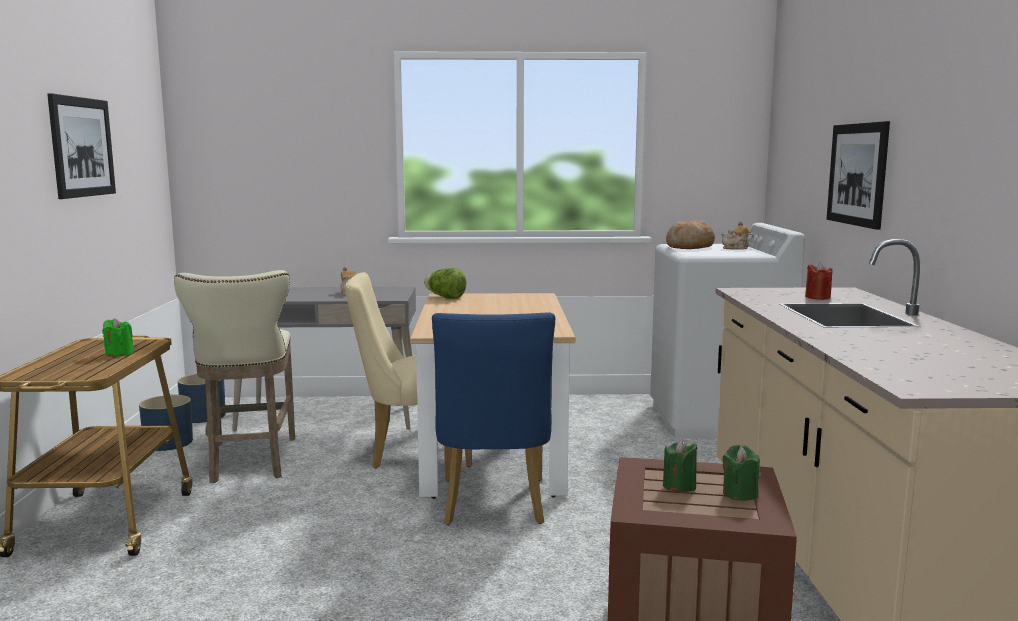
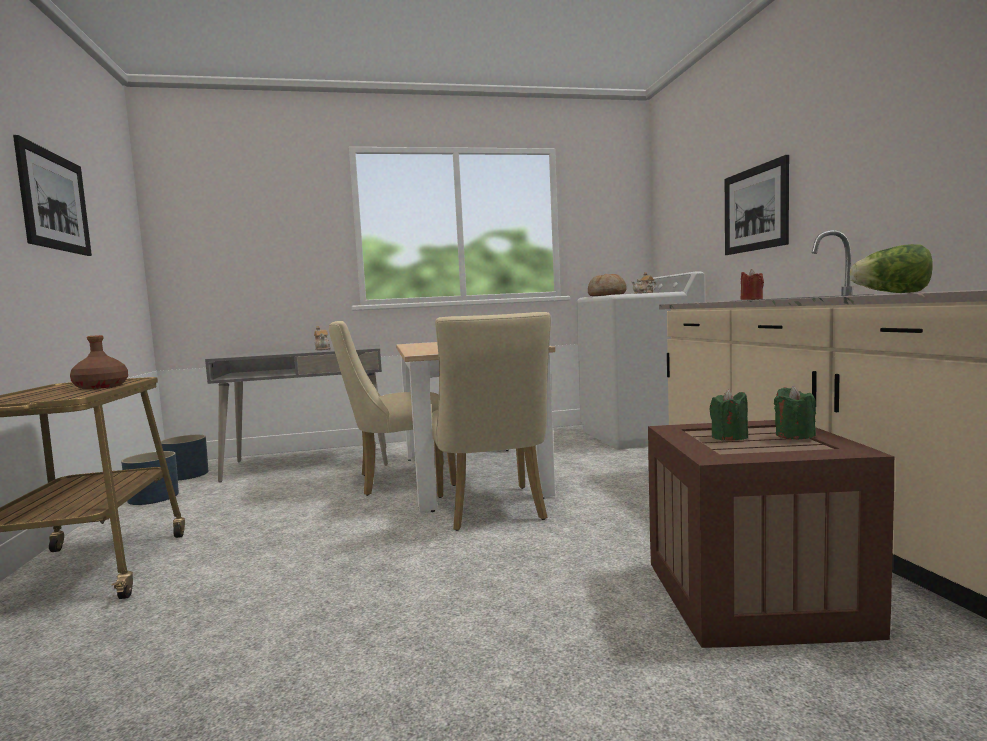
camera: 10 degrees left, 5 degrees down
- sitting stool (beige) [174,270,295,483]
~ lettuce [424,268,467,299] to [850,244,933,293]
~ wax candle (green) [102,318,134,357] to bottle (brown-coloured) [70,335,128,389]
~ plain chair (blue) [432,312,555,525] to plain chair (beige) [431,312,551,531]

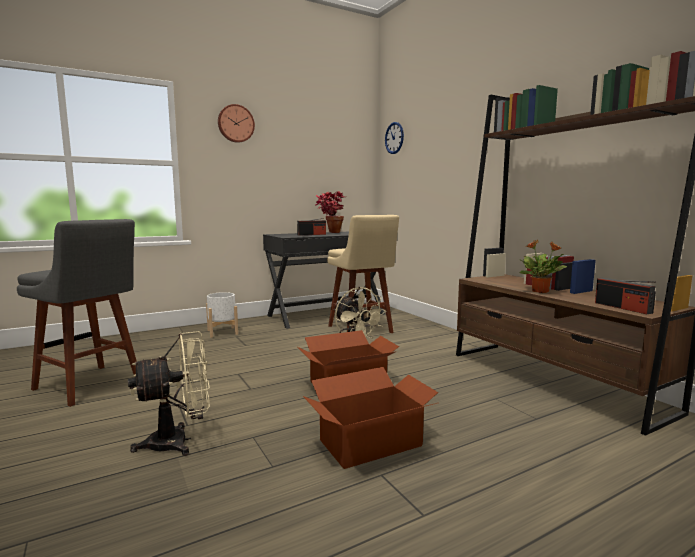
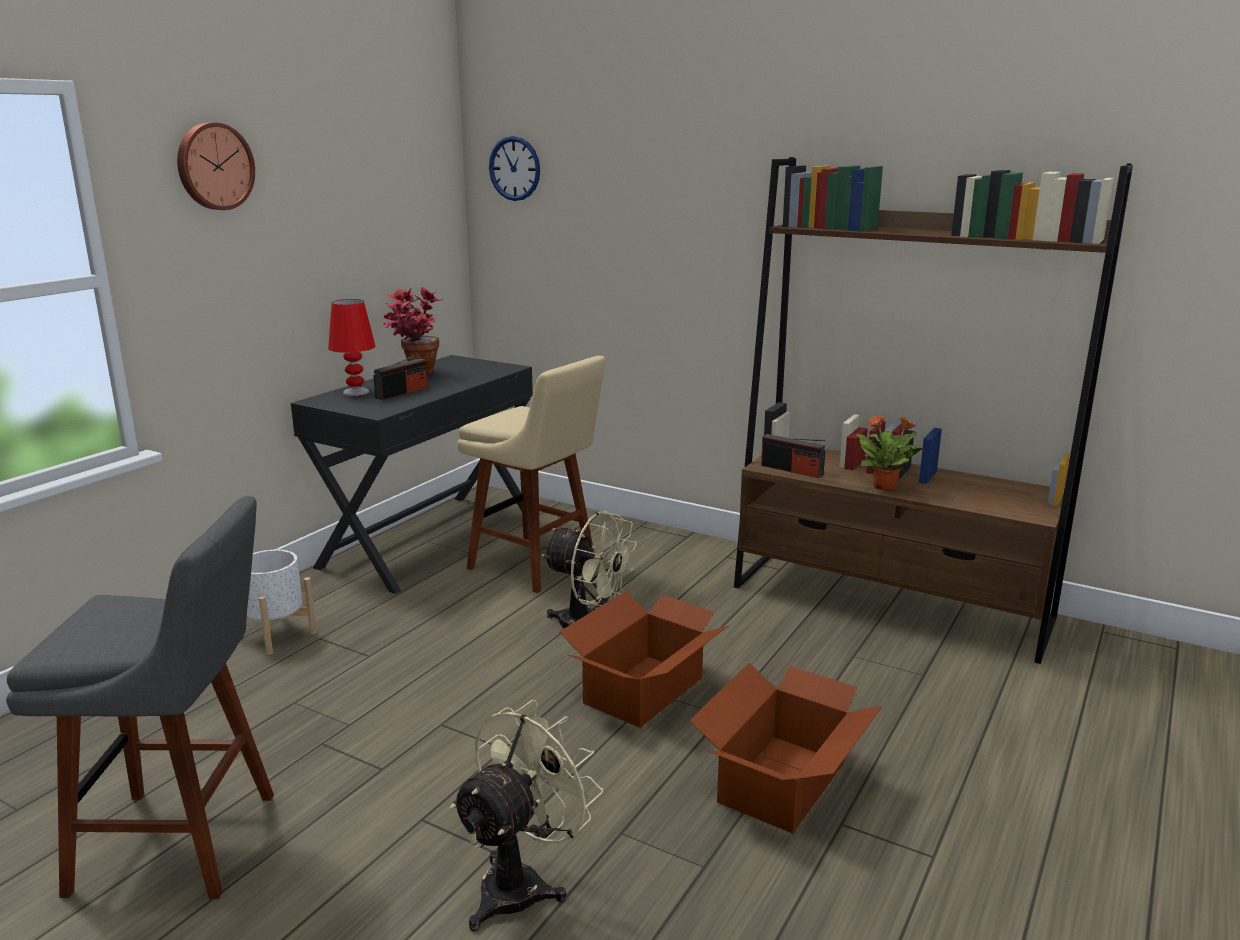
camera: 30 degrees left, 10 degrees up
+ table lamp (red) [328,299,376,396]
~ radio set [595,278,656,314] to [761,434,825,478]

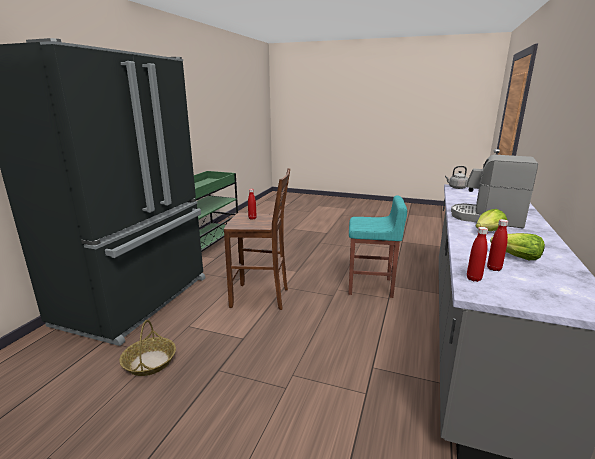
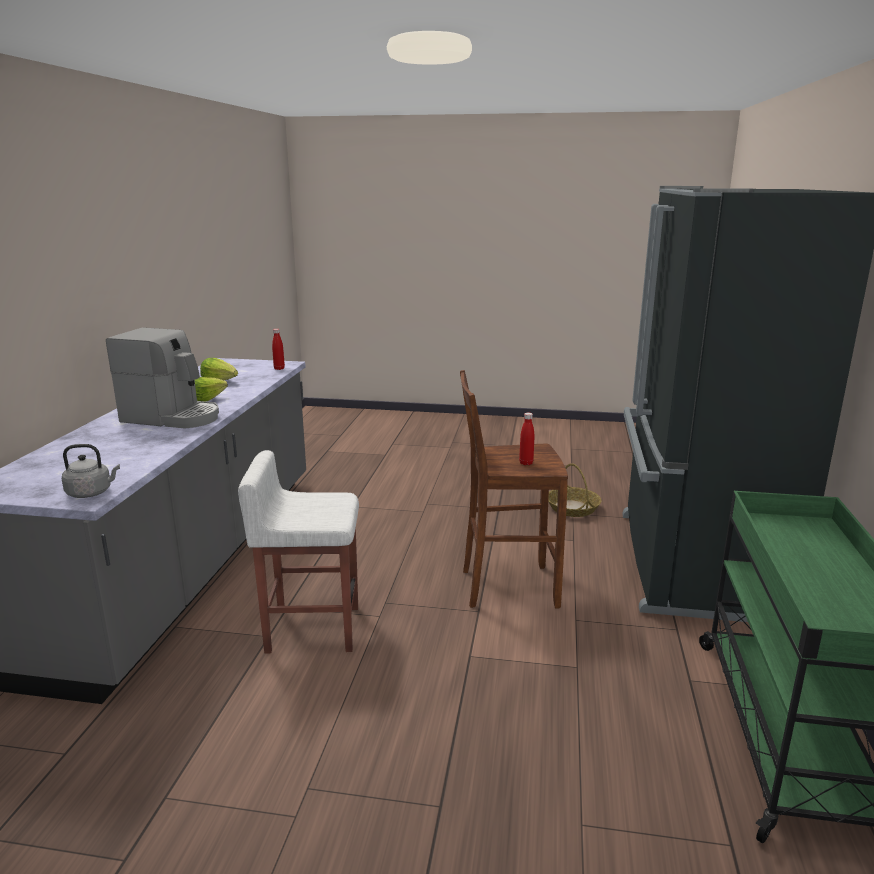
camera: 170 degrees right, 0 degrees up
- bottle (red) [487,219,508,271]
~ sitting stool (blue-green) [348,196,407,298] to sitting stool (white) [238,450,359,653]

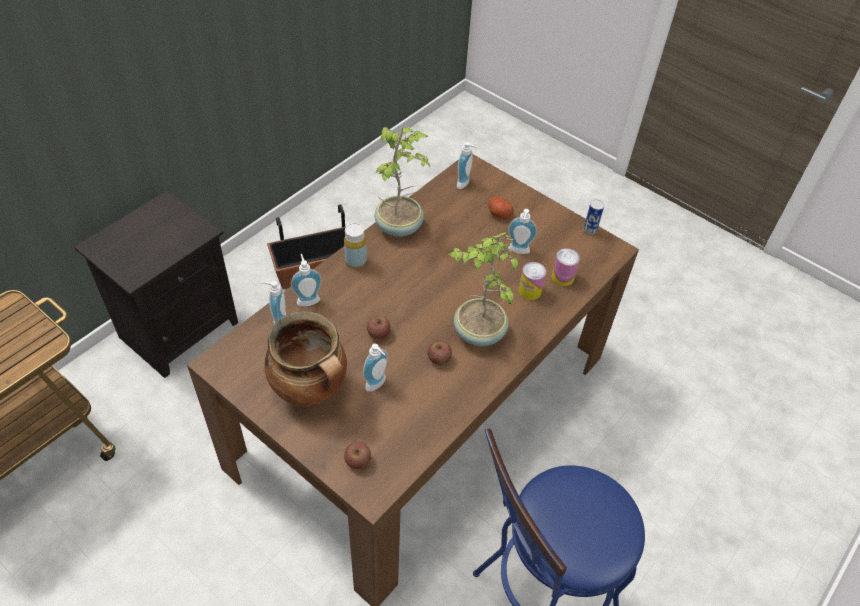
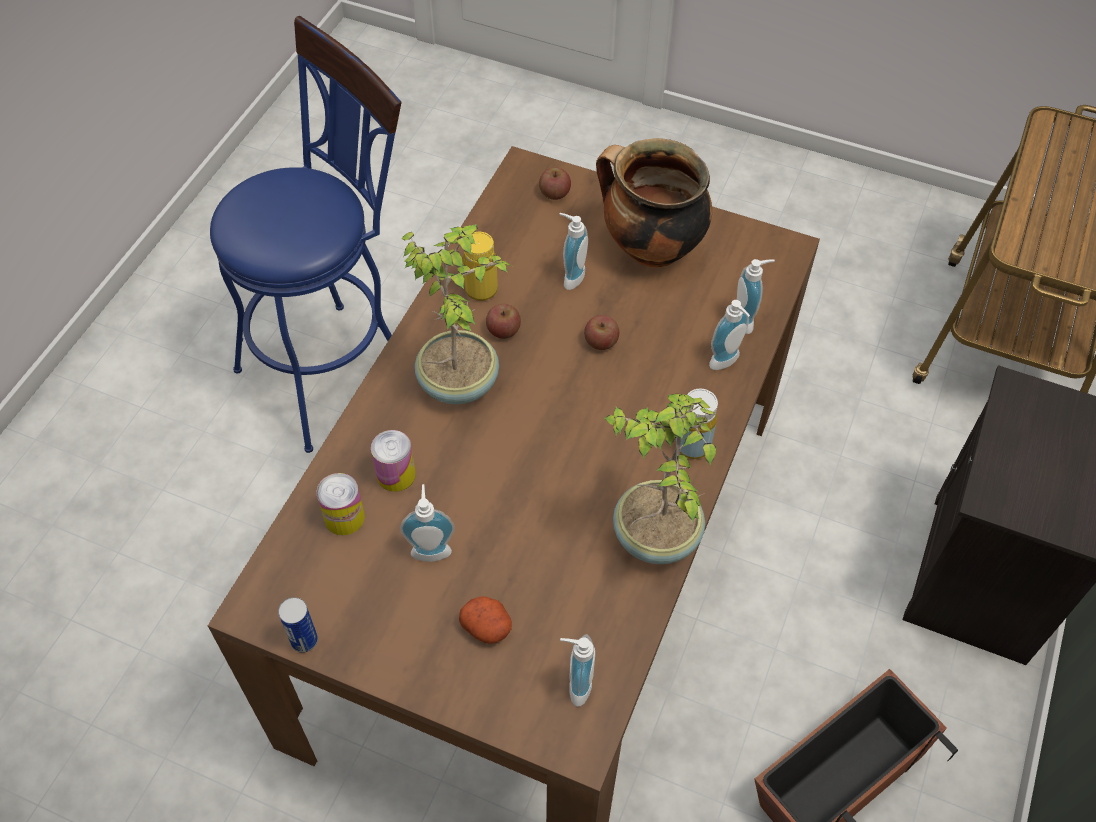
camera: 165 degrees right, 5 degrees up
+ bottle (yellow-coloured) [463,232,498,301]

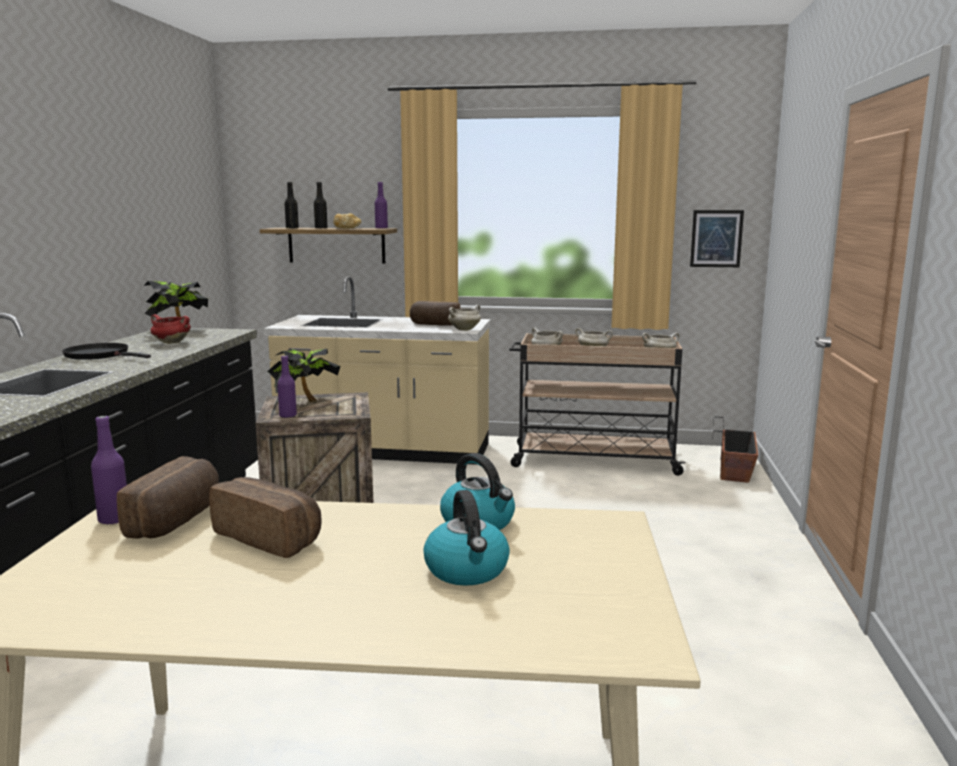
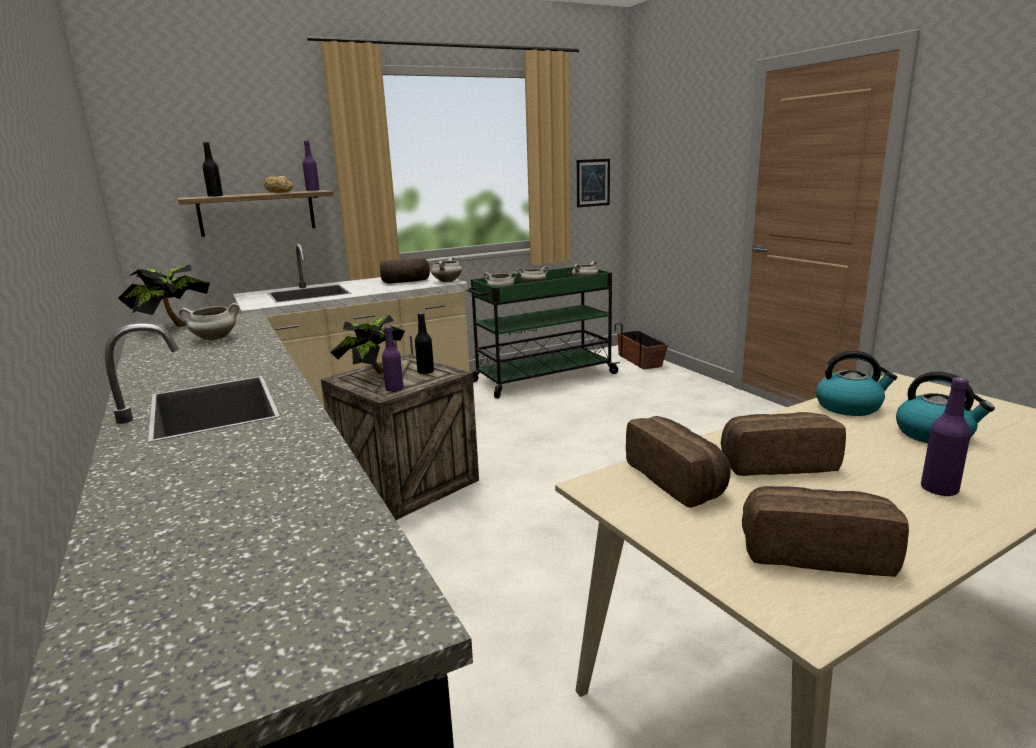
camera: 35 degrees left, 5 degrees up
- frying pan (black) [62,343,151,360]
+ bread [742,486,909,577]
~ bottle (purple-coloured) [91,416,127,525] to [921,377,971,496]
~ bottle (black) [314,182,328,228] to [415,313,434,374]
~ saucepot (red) [150,314,191,344] to saucepot (white) [179,303,239,341]
~ cart (beige) [509,333,686,476] to cart (green) [466,267,620,398]

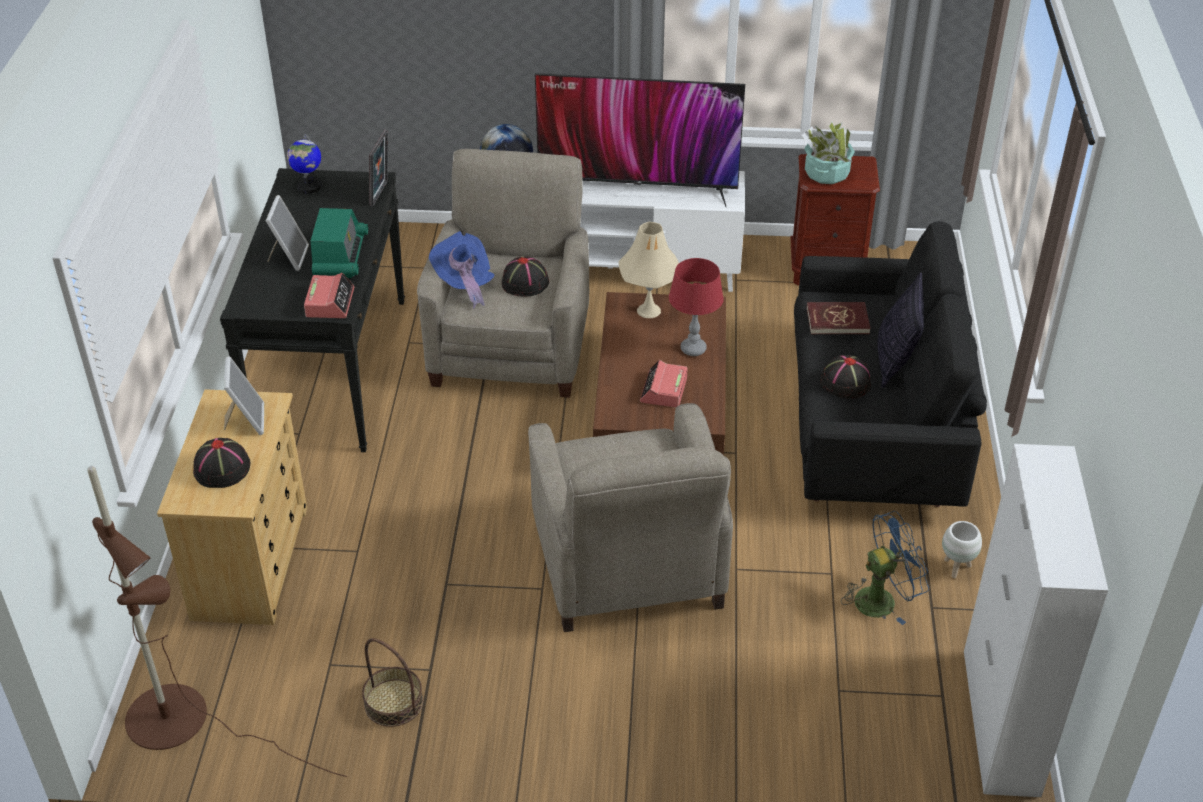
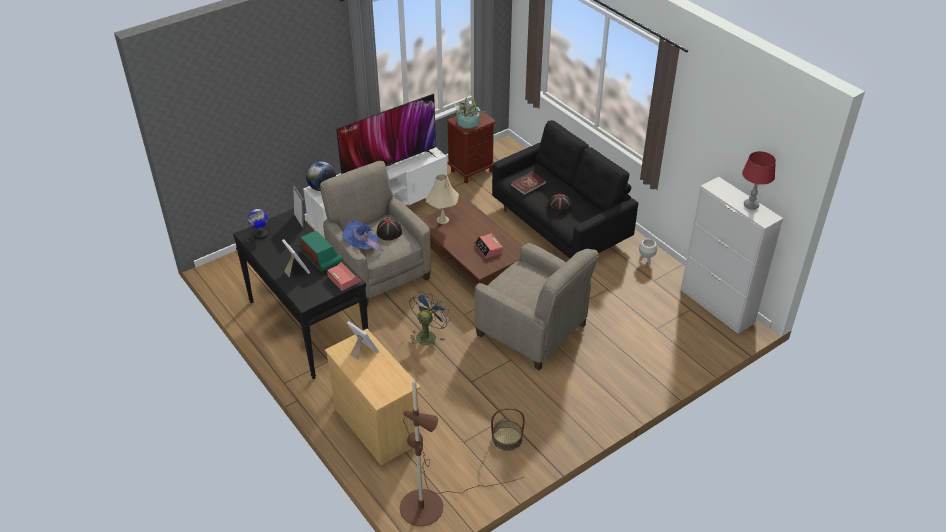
camera: 40 degrees left, 0 degrees up
- hat (black) [193,438,250,488]
- pillow [877,272,924,388]
~ table lamp (red) [669,258,724,356] to [742,151,776,210]
~ electric fan (blue) [841,511,929,625] to [409,292,451,346]

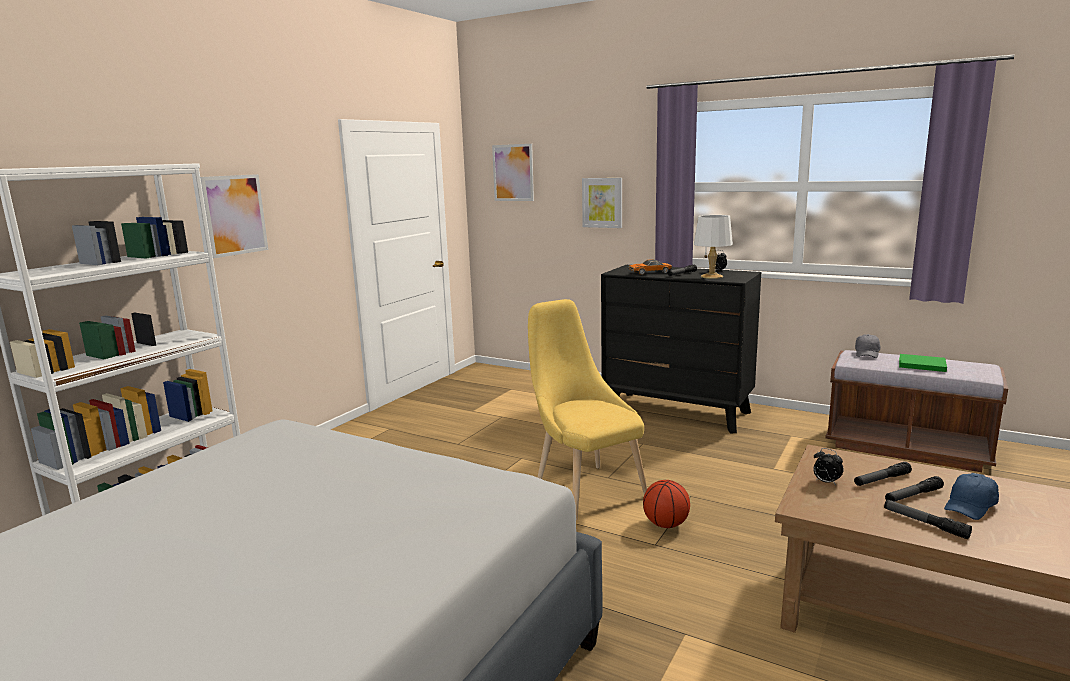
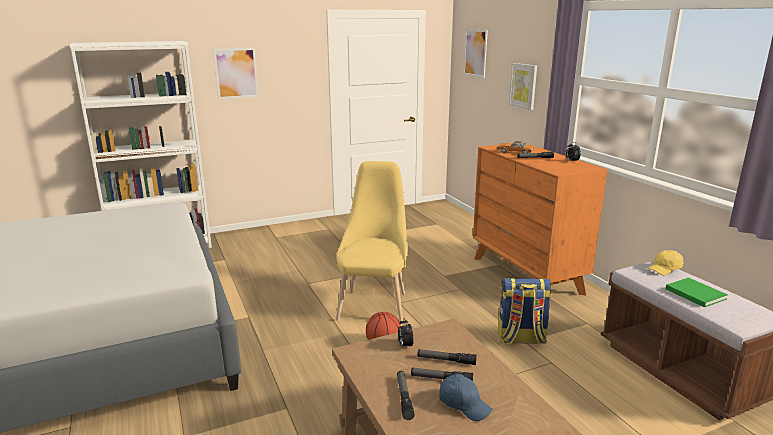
camera: 35 degrees right, 5 degrees up
- table lamp (white) [694,215,733,279]
+ knapsack [498,278,551,344]
~ chest of drawers (black) [601,265,761,434] to chest of drawers (orangey) [473,143,608,296]
~ cap (greyish) [855,334,880,358] to cap (yellow-coloured) [647,250,683,276]
~ cap (blue) [944,473,999,520] = [439,374,493,421] 135 degrees counterclockwise

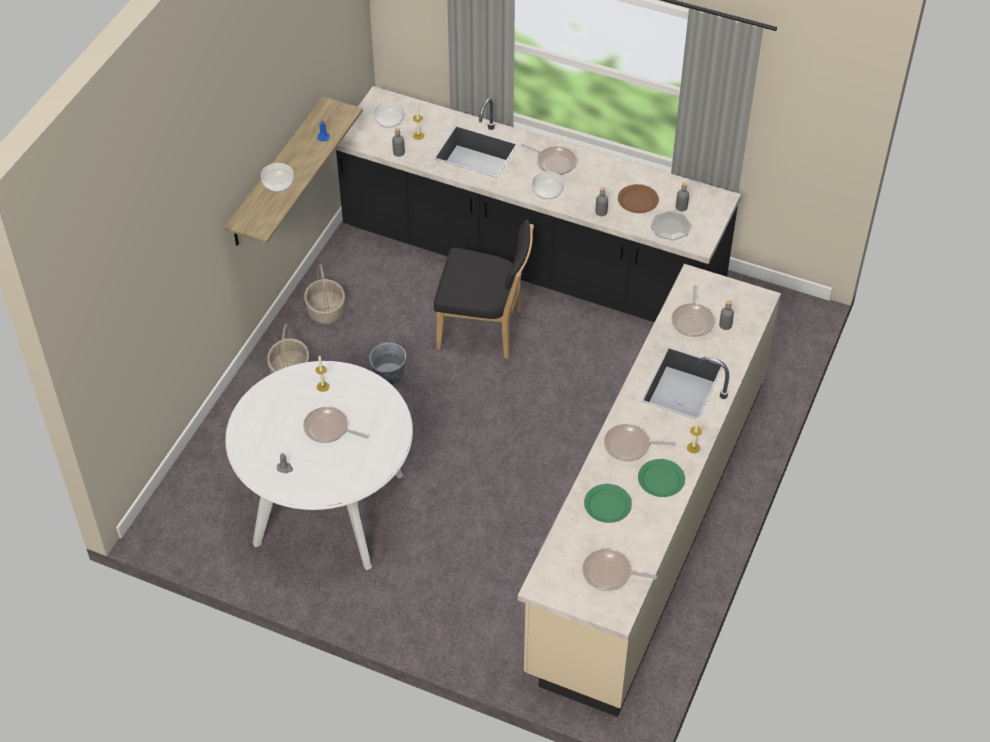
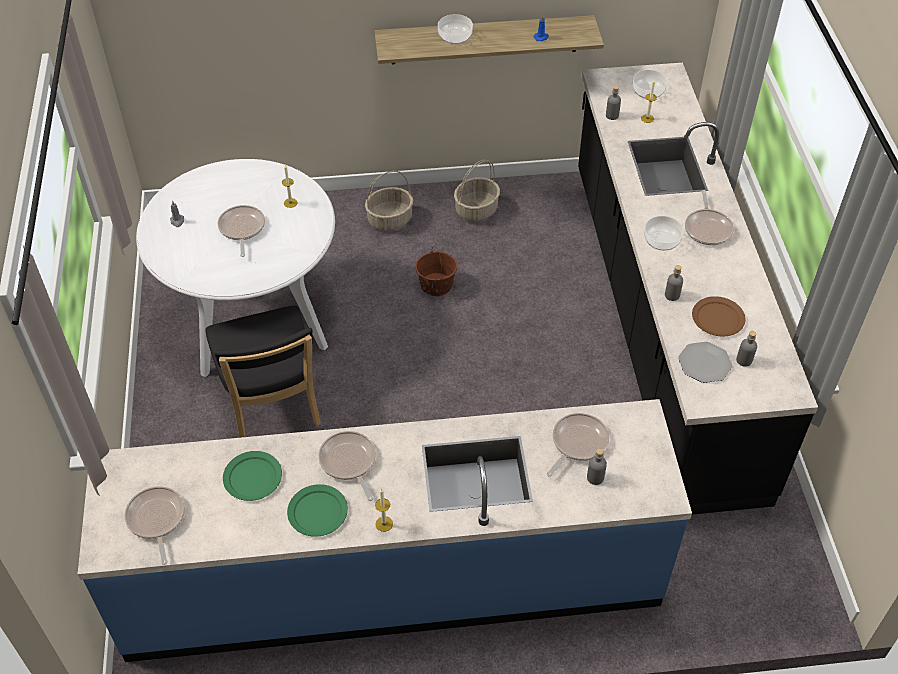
camera: 60 degrees right, 0 degrees up
~ plain chair (black) [434,220,534,359] to [206,306,321,438]
~ pail (greyish) [369,342,406,385] to pail (brown-coloured) [415,246,457,296]
~ kitchen base unit (beige) [518,264,781,717] to kitchen base unit (blue) [78,399,692,662]
~ frying pan [672,285,715,337] = [547,413,609,477] 150 degrees clockwise

